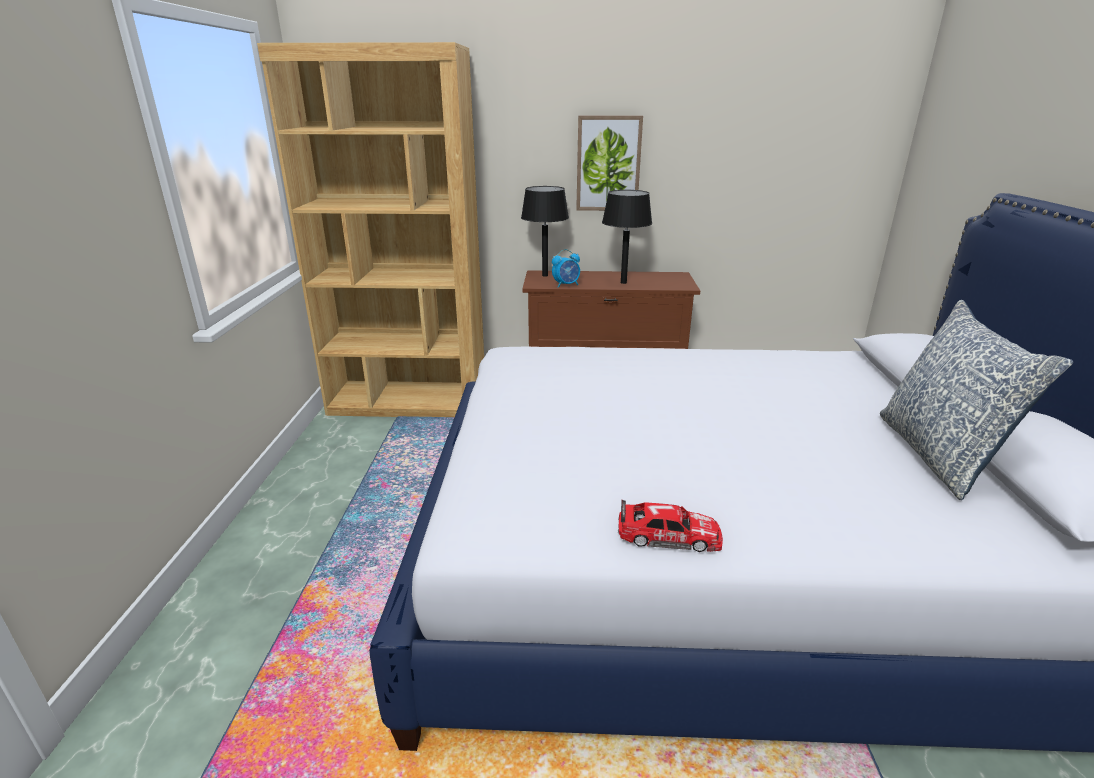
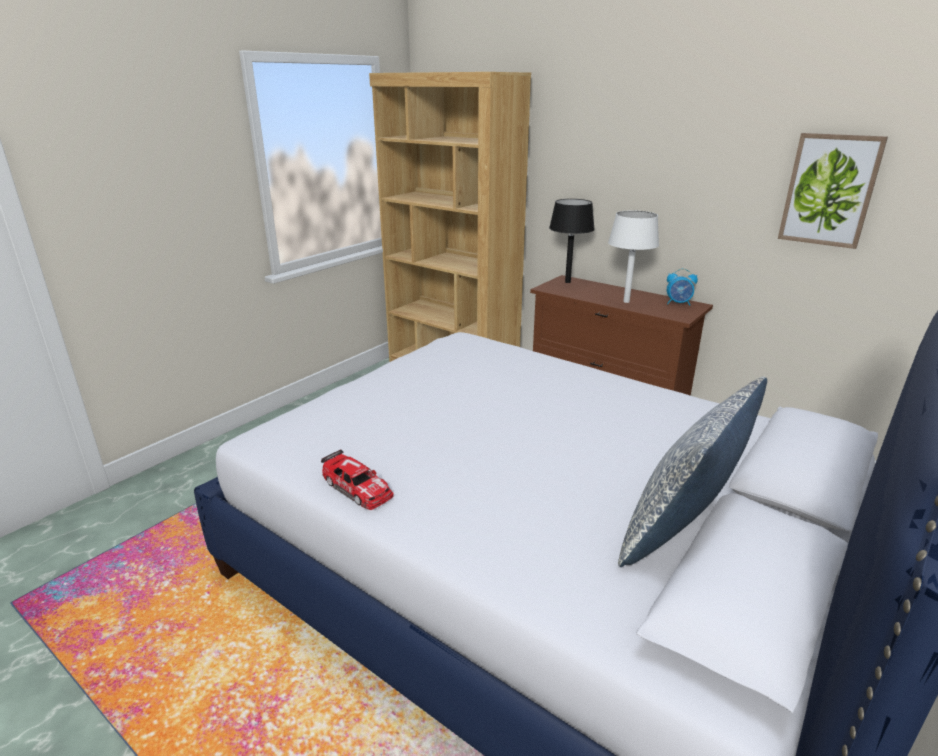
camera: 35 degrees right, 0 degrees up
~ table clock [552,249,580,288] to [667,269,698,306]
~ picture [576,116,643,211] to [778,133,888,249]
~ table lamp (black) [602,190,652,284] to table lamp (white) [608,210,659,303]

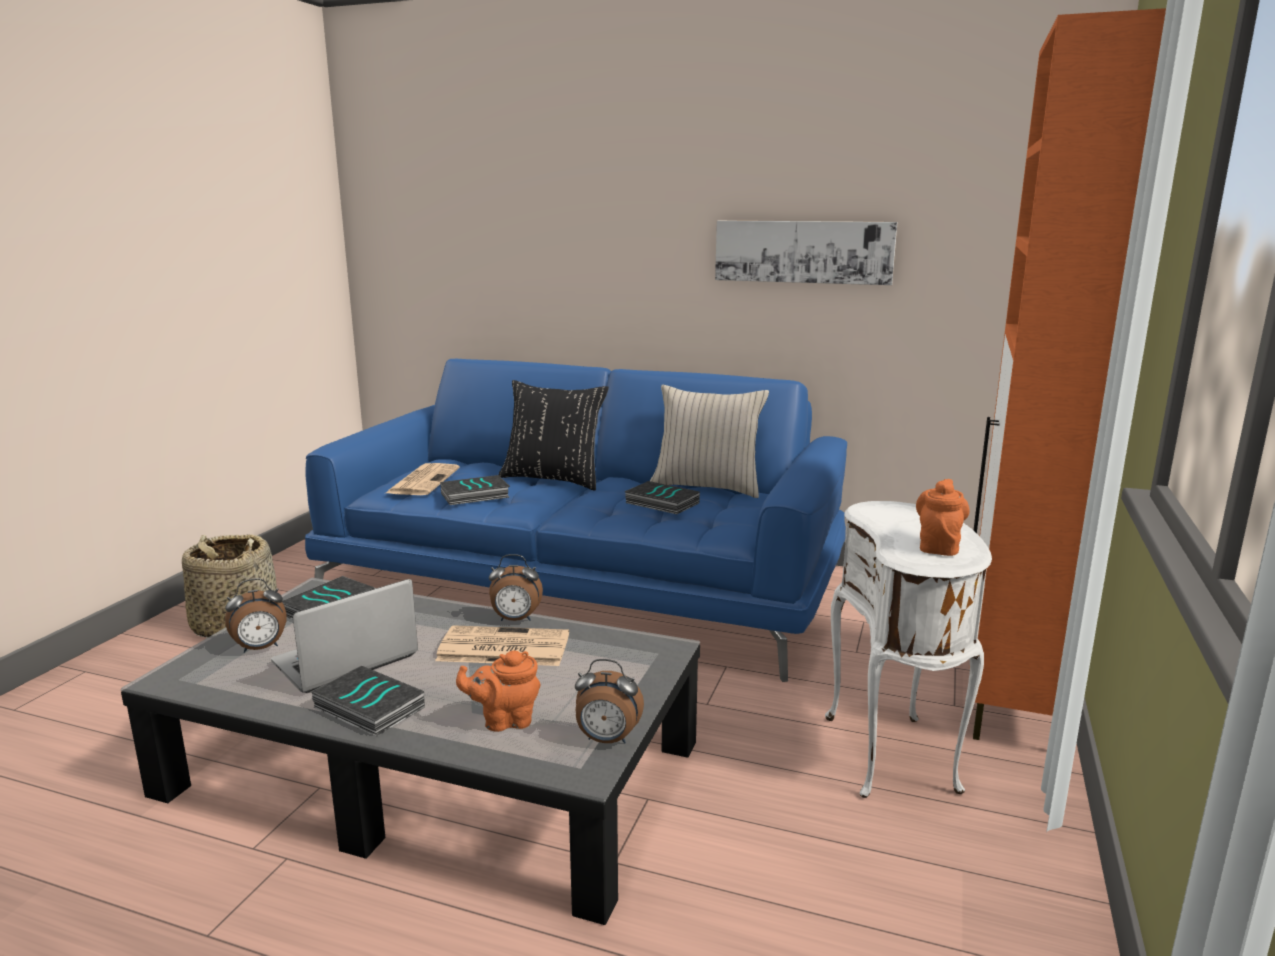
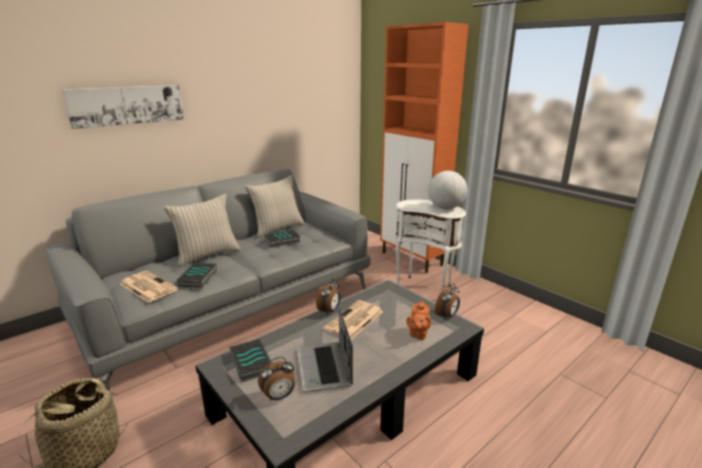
camera: 60 degrees left, 5 degrees up
- book [311,666,425,737]
~ picture [715,221,897,285] to [62,85,184,129]
~ pot for tea (orangey) [916,479,969,556] to world globe [428,171,467,209]
~ sofa (blue) [305,359,847,682] to sofa (greyish) [45,169,371,391]
~ pillow (black) [499,380,609,491] to pillow (beige) [163,194,241,266]
~ table clock [225,578,287,653] = [258,357,295,401] 60 degrees clockwise

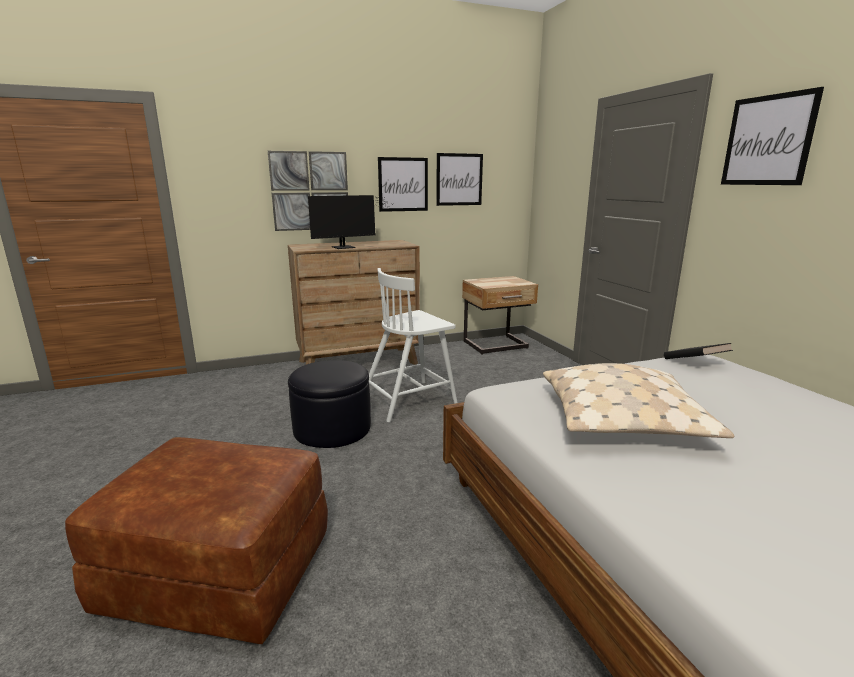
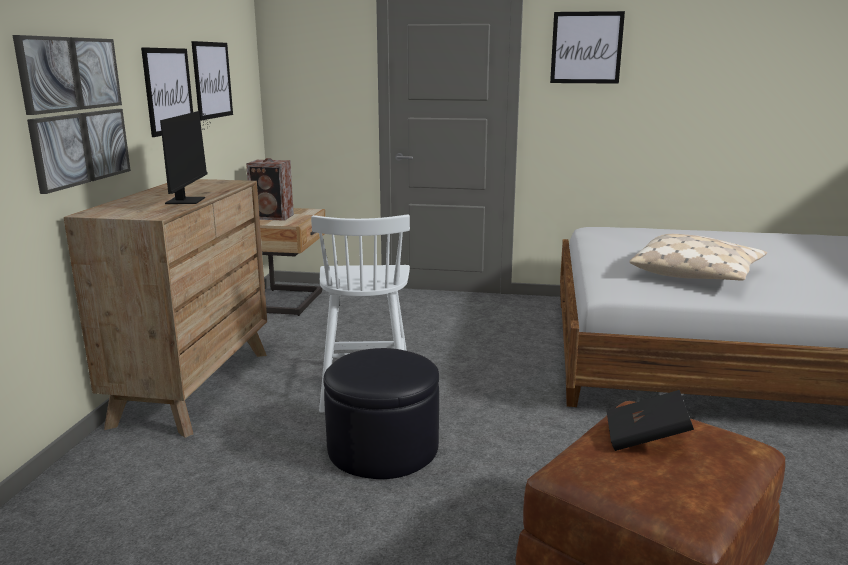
camera: 60 degrees left, 0 degrees up
+ audio speaker [246,158,294,221]
~ book (black) [664,343,733,359] to [607,390,694,451]

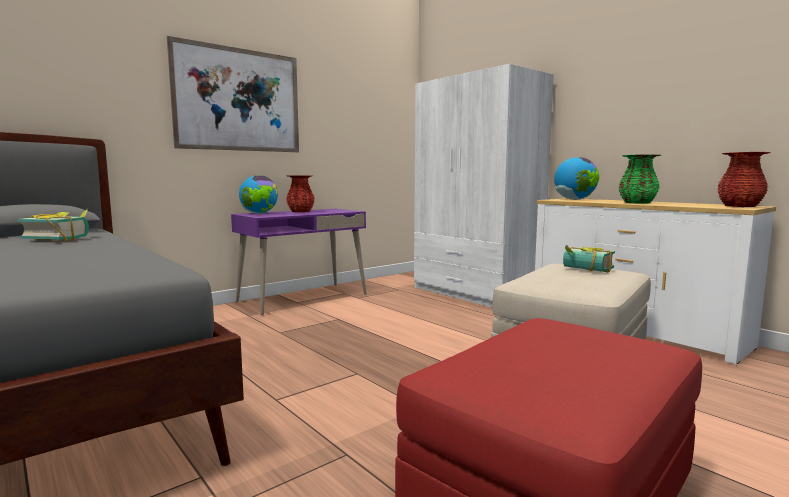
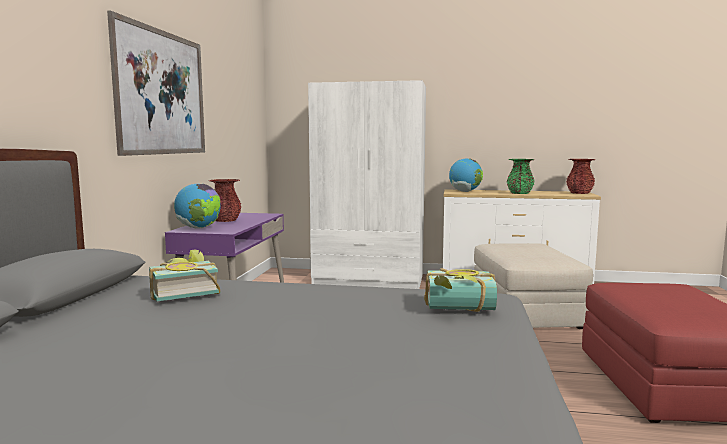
camera: 40 degrees left, 0 degrees up
~ book [563,245,615,272] to [424,268,497,312]

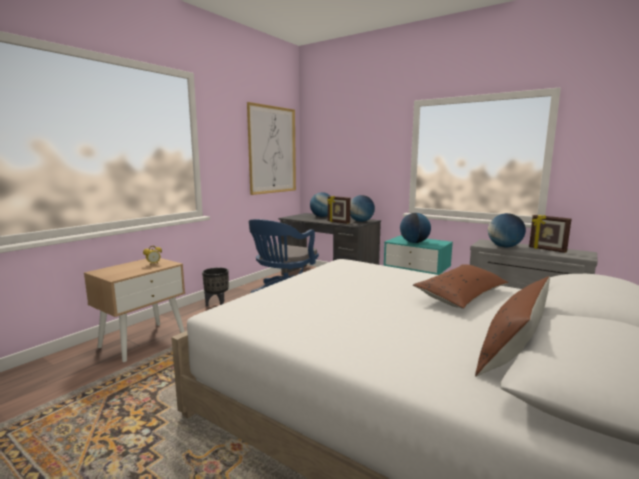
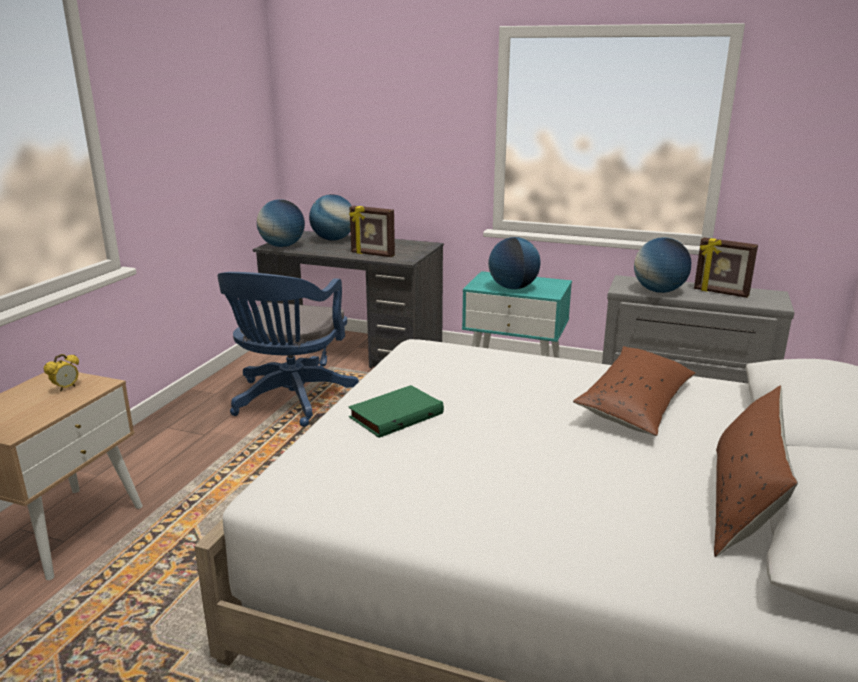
camera: 15 degrees left, 10 degrees up
- plant pot (black) [202,268,229,306]
- picture [247,102,296,195]
+ book (green) [348,385,444,438]
~ world globe [350,195,375,222] to [257,199,305,247]

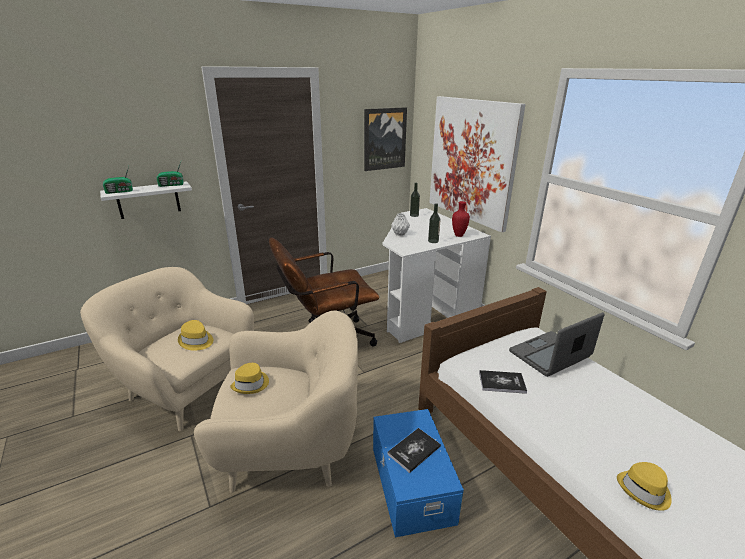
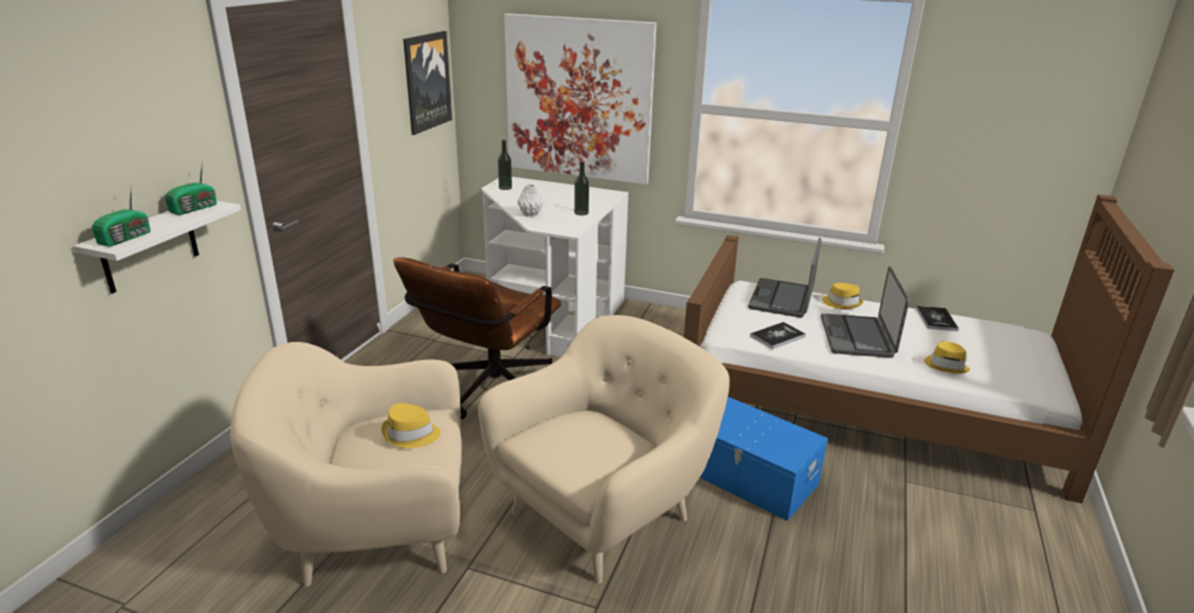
camera: 40 degrees left, 0 degrees up
- flower vase (red) [452,201,470,237]
+ laptop [821,266,910,358]
~ hat (yellow-coloured) [230,363,269,394] to [822,283,863,309]
~ book [387,428,441,473] to [916,306,959,331]

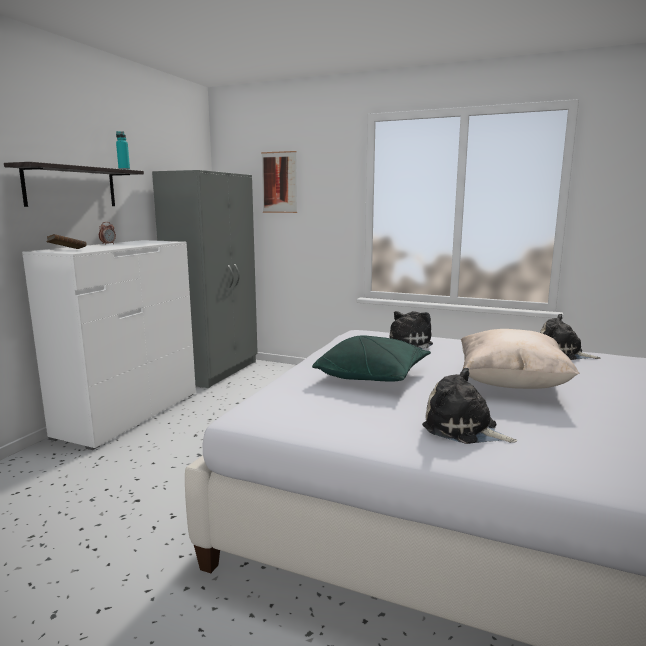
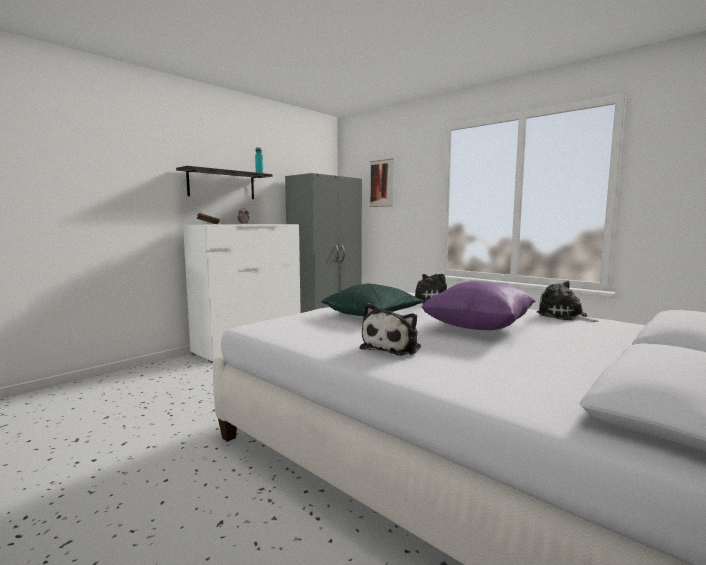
camera: 20 degrees right, 5 degrees down
~ pillow (beige) [461,329,579,389] to pillow (purple-coloured) [422,281,536,330]
~ soft toy [422,368,517,444] = [360,303,421,355] 120 degrees counterclockwise

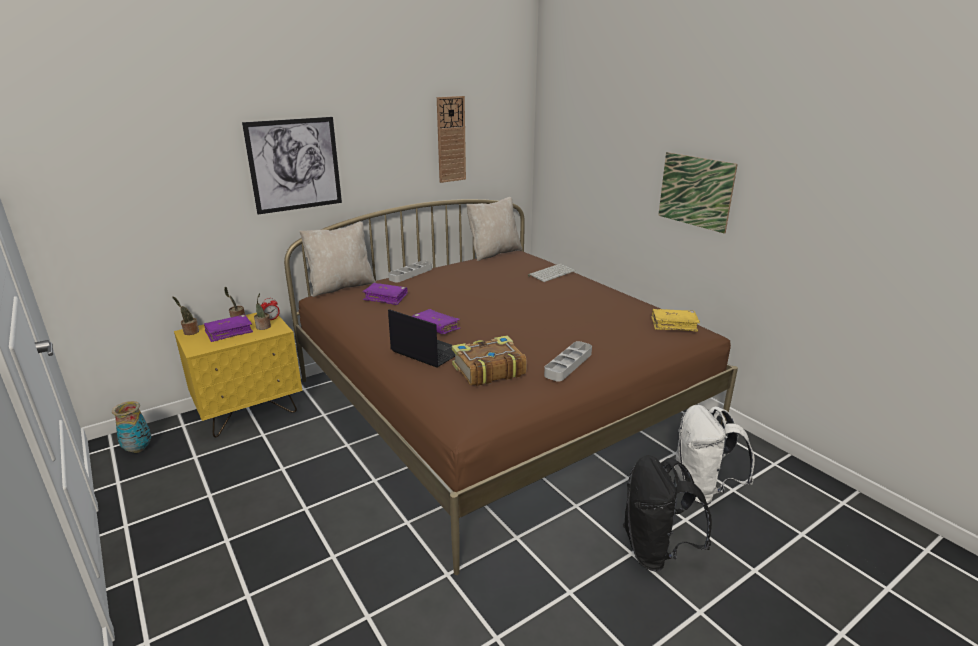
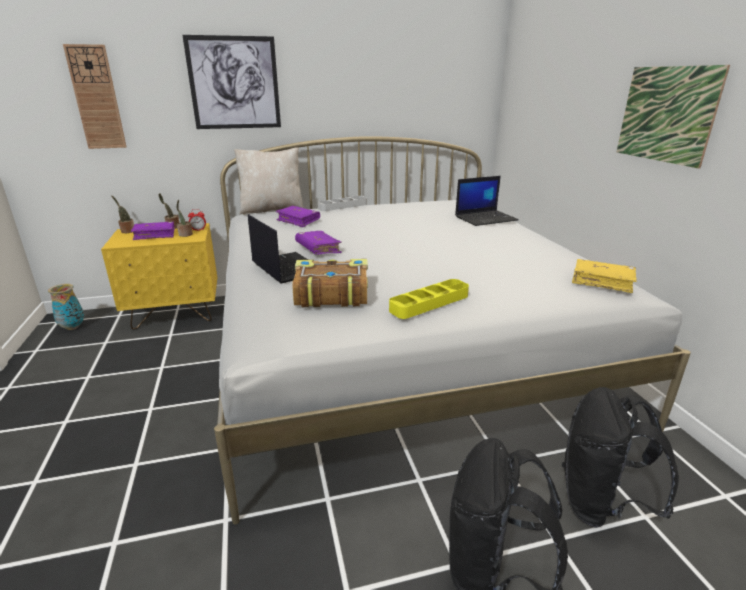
camera: 20 degrees right, 0 degrees up
- pillow (beige) [466,197,522,261]
~ clock on the wall [437,96,466,183] to [63,44,126,149]
~ computer keyboard [528,263,576,282] to laptop [455,176,519,226]
~ bedroom bed (brown-coloured) [284,199,738,575] to bedroom bed (white) [214,136,691,524]
~ serving tray (greyish) [544,341,592,382] to serving tray (yellow-coloured) [389,279,469,319]
~ knapsack (white) [674,405,755,505] to knapsack (black) [562,387,679,528]

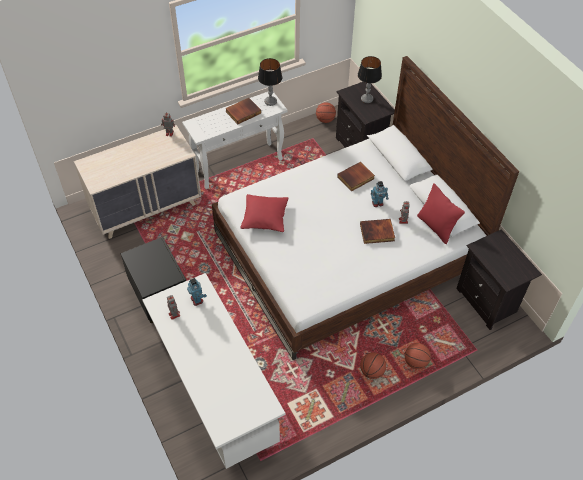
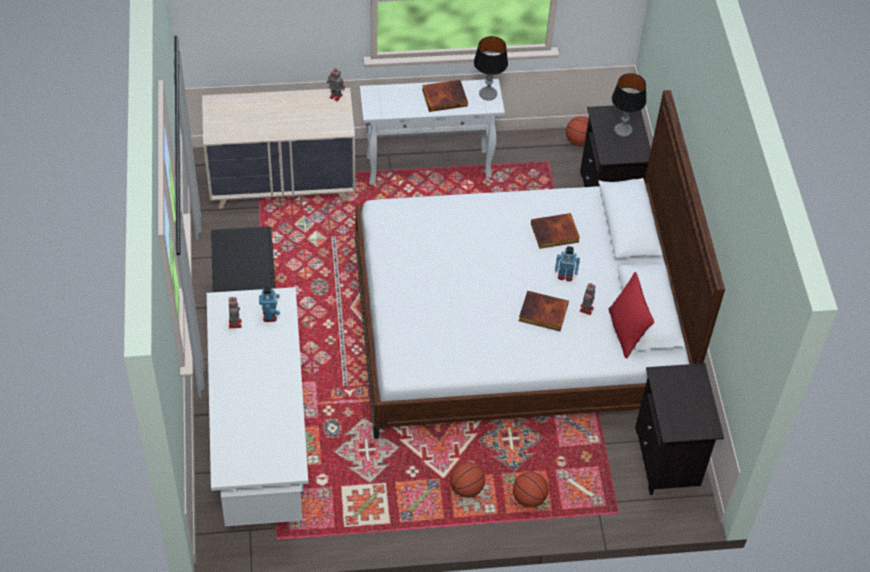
camera: 20 degrees right, 0 degrees up
- pillow (red) [241,194,289,232]

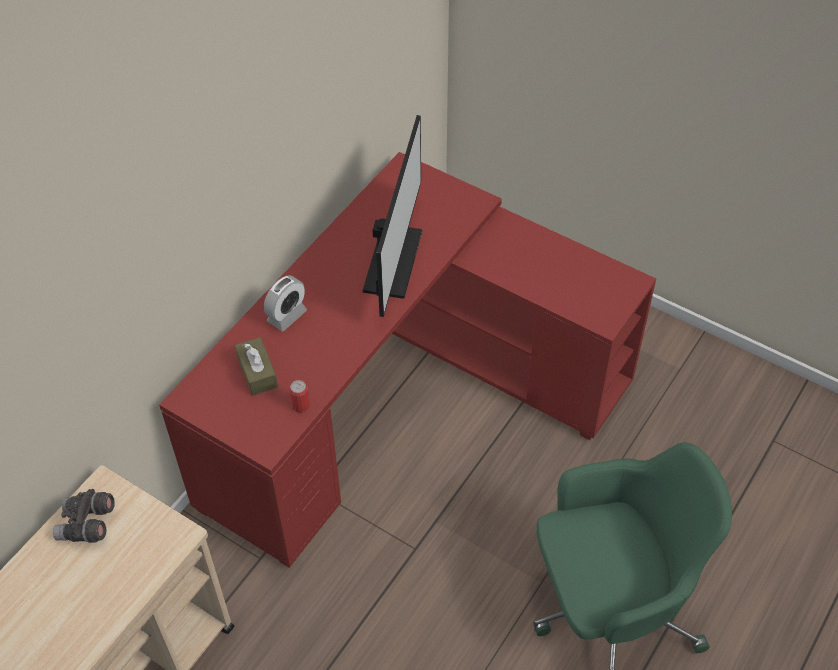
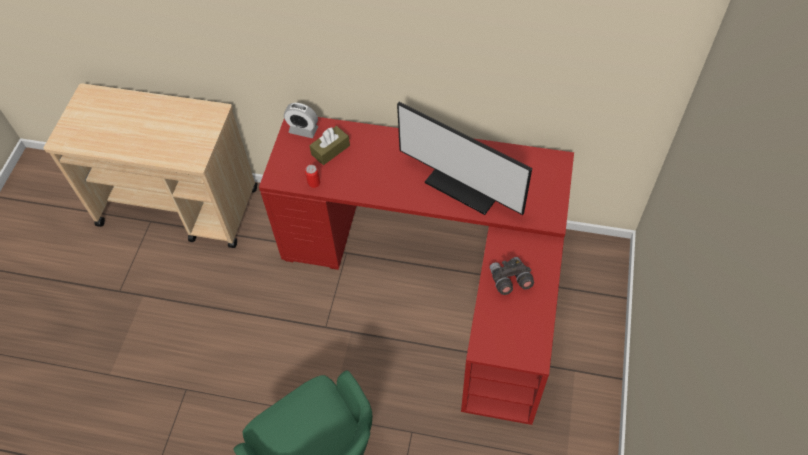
camera: 70 degrees right, 5 degrees up
~ binoculars (greyish) [53,489,115,543] to [489,257,534,295]
~ table clock [264,275,307,332] to [284,103,318,138]
~ computer screen [363,115,422,317] = [397,102,532,215] 45 degrees clockwise

